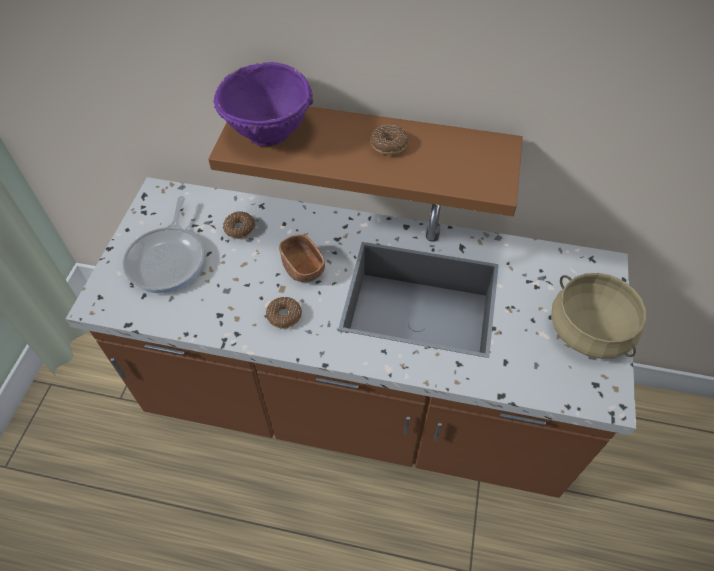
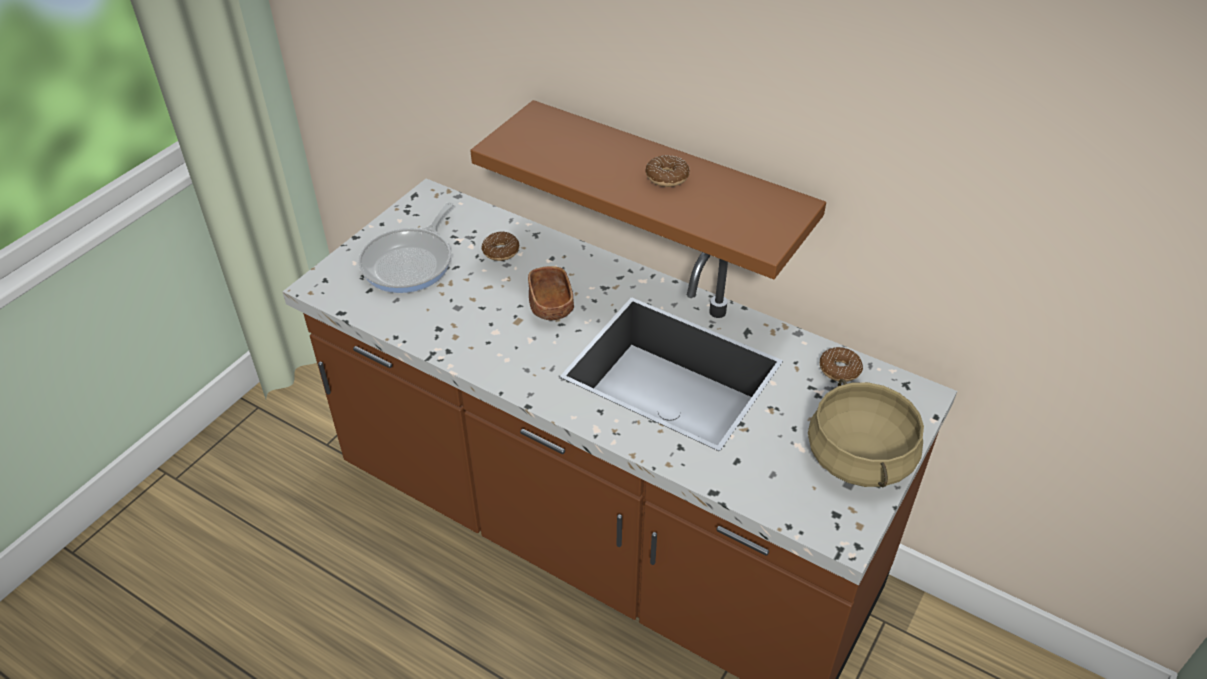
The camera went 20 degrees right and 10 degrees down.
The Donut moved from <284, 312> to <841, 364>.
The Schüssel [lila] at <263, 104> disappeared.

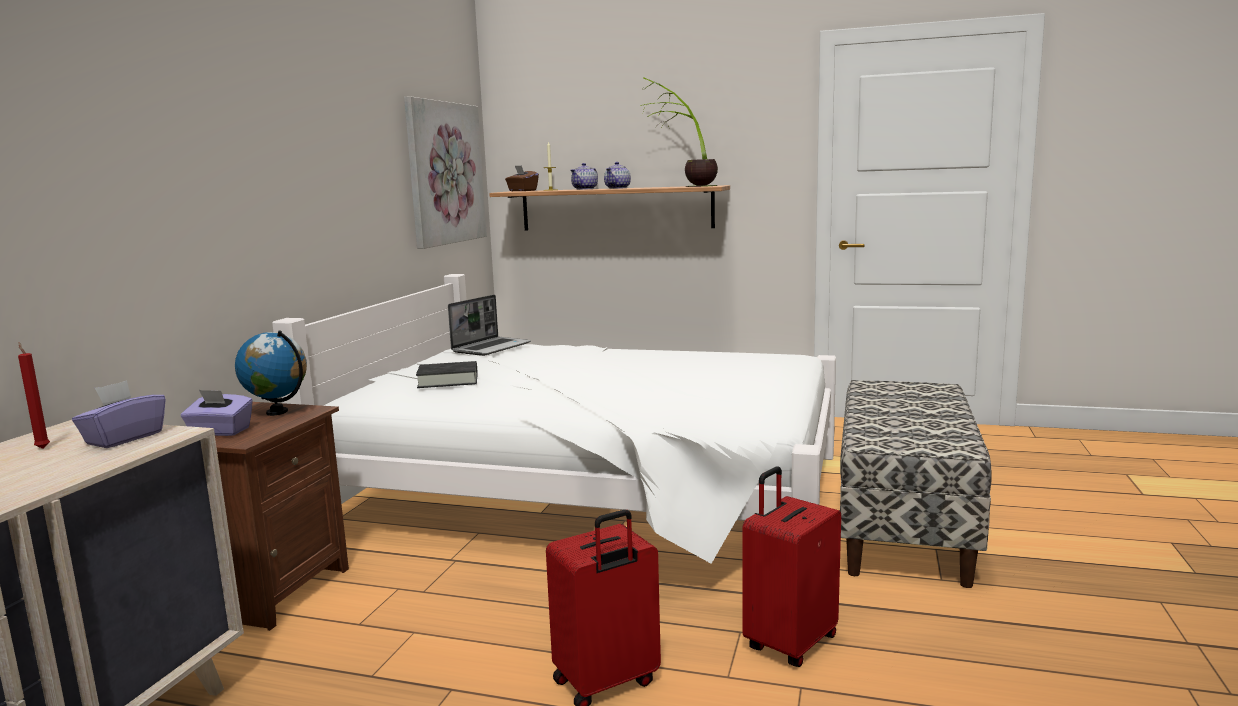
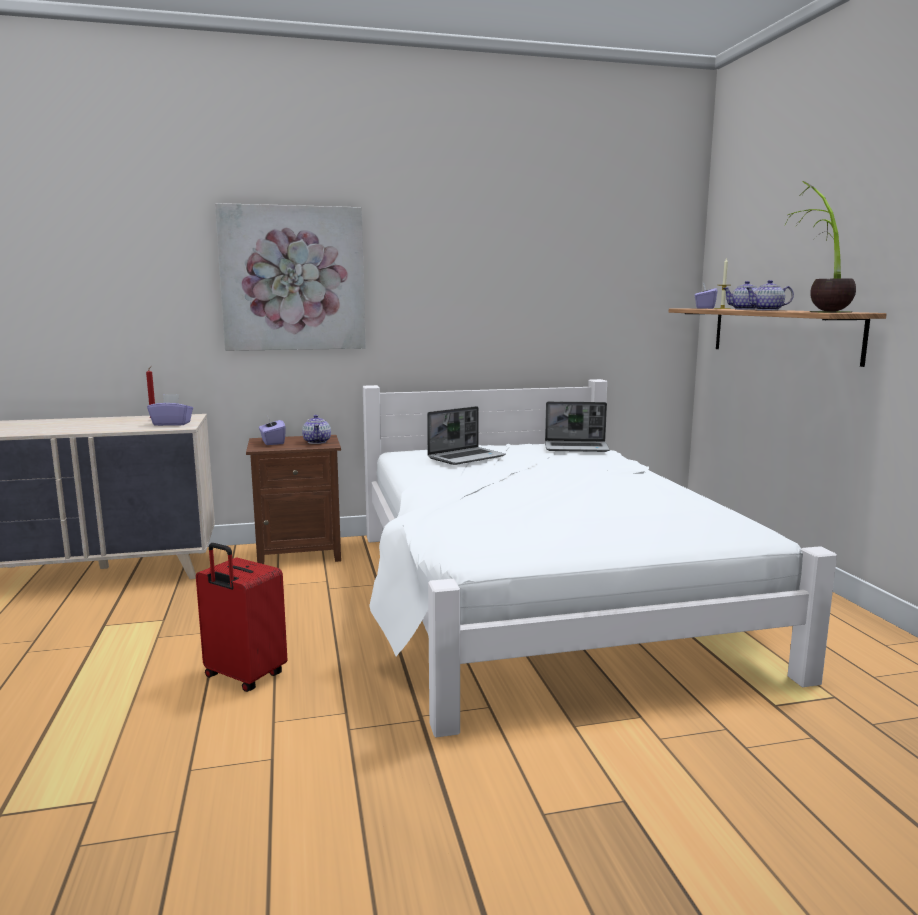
The camera went 60 degrees right and 0 degrees up.
The Bild moved from <445, 172> to <290, 277>.
The Globus at <271, 373> was replaced by the Teekanne at <316, 429>.
The Buch [schwarz] at <447, 374> was replaced by the Laptop at <466, 435>.
The Taschentuchbox [braun] at <522, 178> became the Taschentuchbox [lila] at <706, 295>.
The Koffer [rot] at <791, 566> disappeared.
The Bank at <916, 484> disappeared.

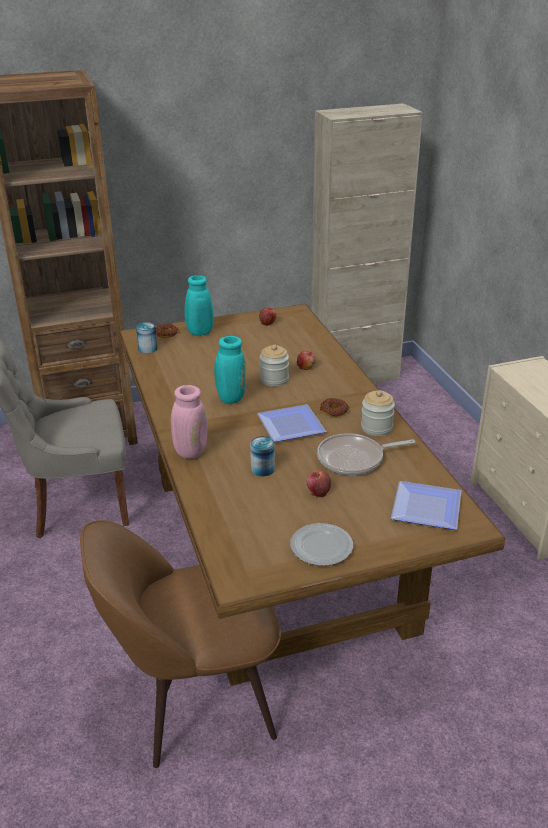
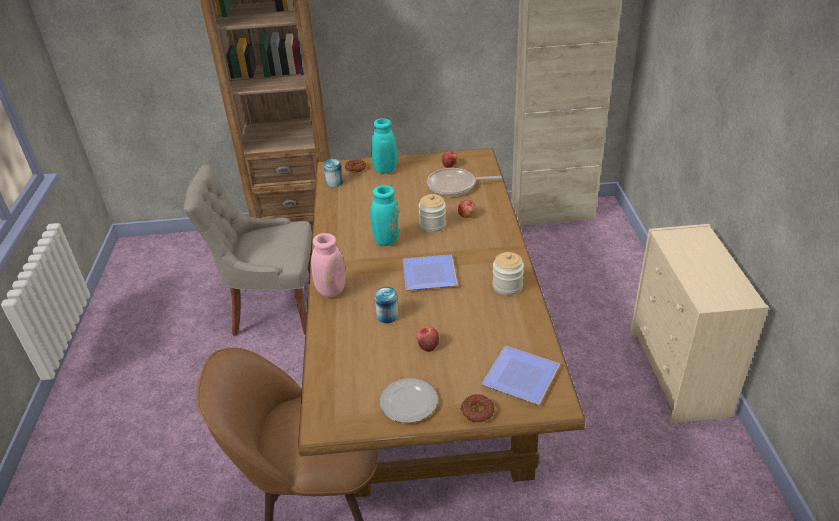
The camera went 15 degrees right and 5 degrees up.
The Pfanne moved from <366, 454> to <464, 182>.
The Donut moved from <334, 407> to <478, 408>.

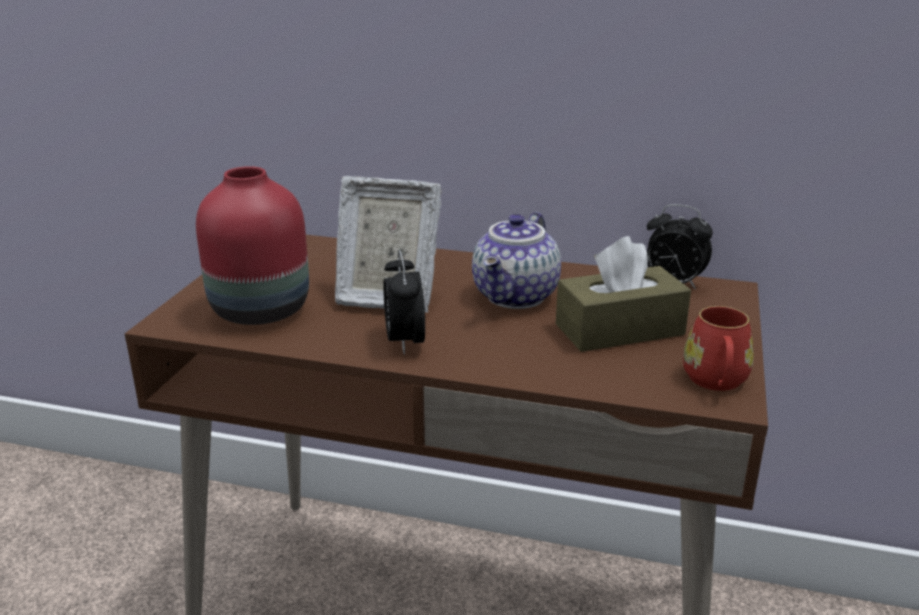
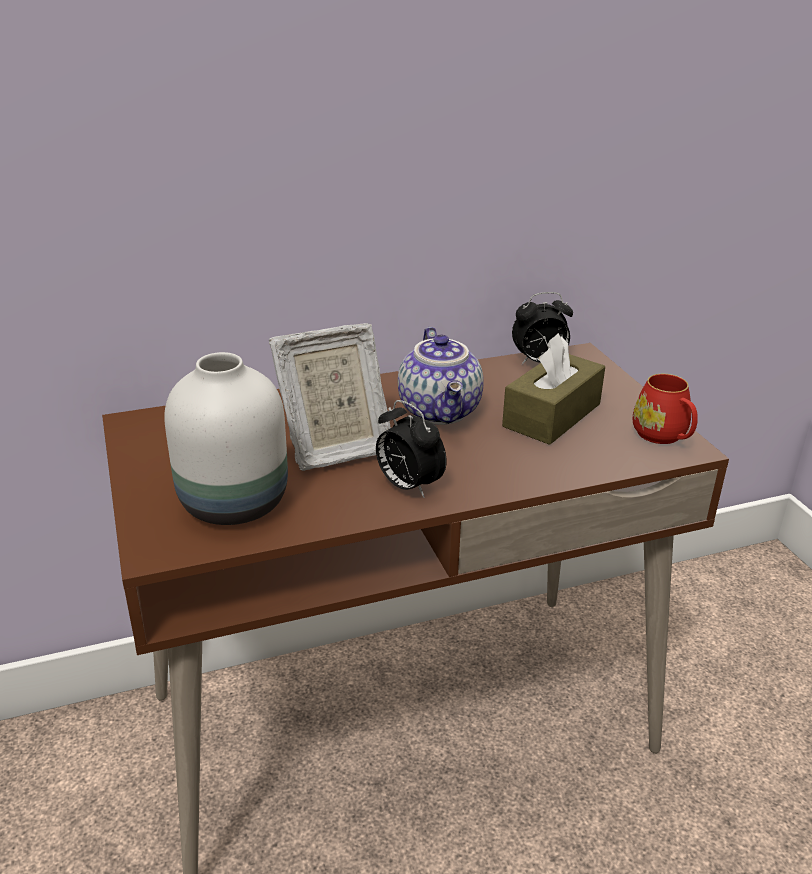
The camera went 35 degrees left and 5 degrees up.
The Vase [rot] at <252, 245> became the Vase [weiß] at <226, 438>.

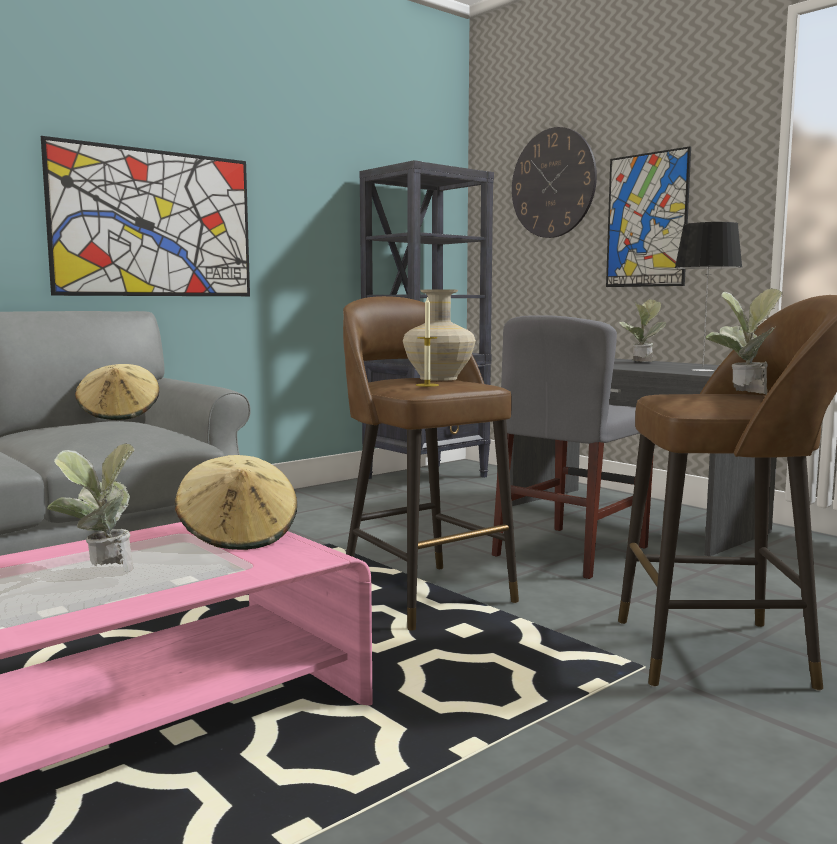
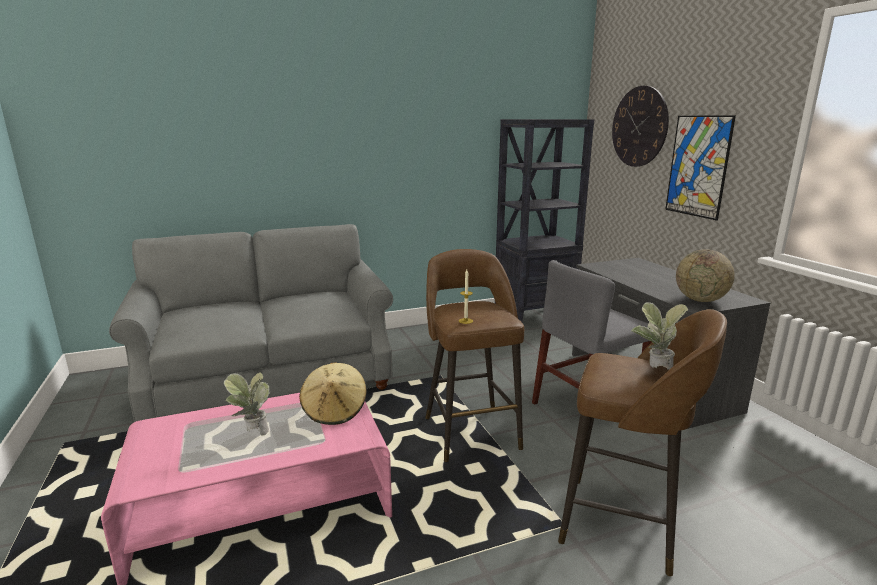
The camera went 20 degrees right and 10 degrees up.
The Tischlampe at <708, 296> was replaced by the Globus at <705, 275>.
The Bild at <145, 216> disappeared.
The Hut [beige] at <117, 392> disappeared.
The Vase [beige] at <439, 335> disappeared.
The Topfpflanze at <642, 330> disappeared.

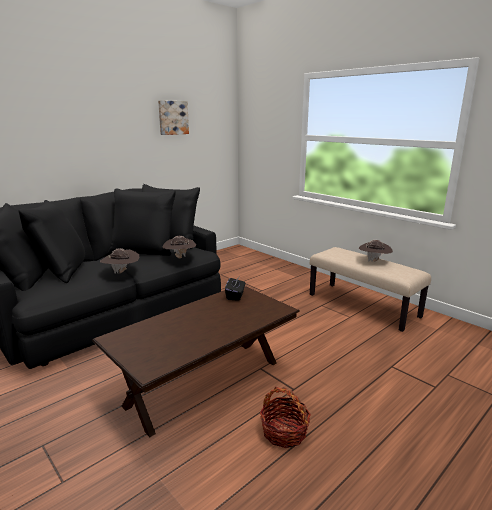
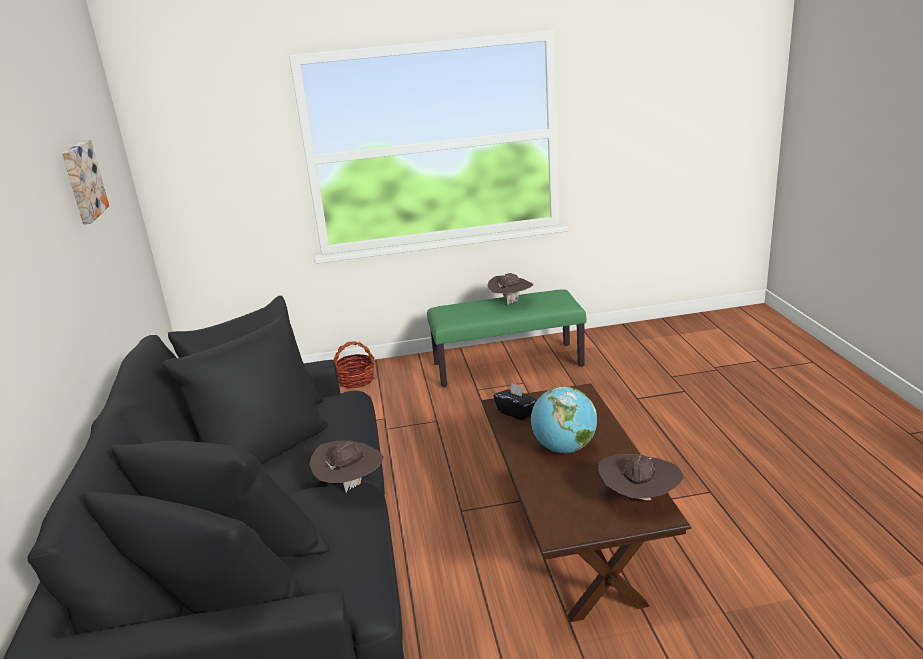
The camera went 55 degrees left and 5 degrees up.
The Korb moved from <285, 417> to <354, 364>.
The Bank [beige] at <370, 289> became the Bank [grün] at <506, 338>.
The Globus at <564, 420> appeared.
The Hut [braun] moved from <179, 247> to <641, 477>.

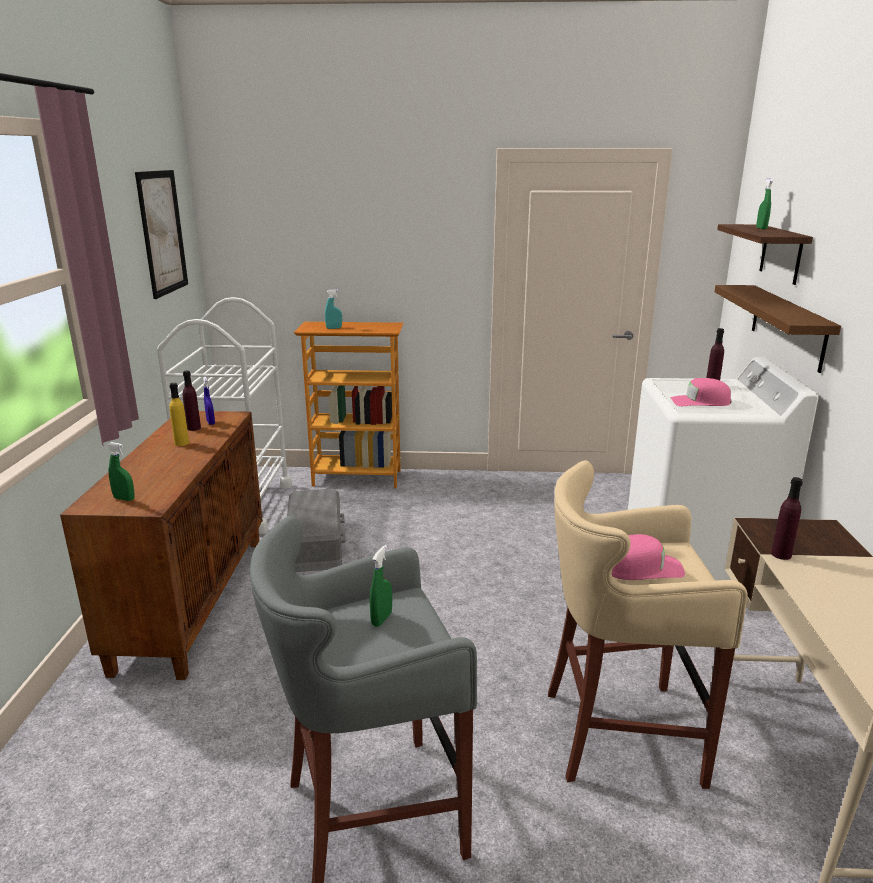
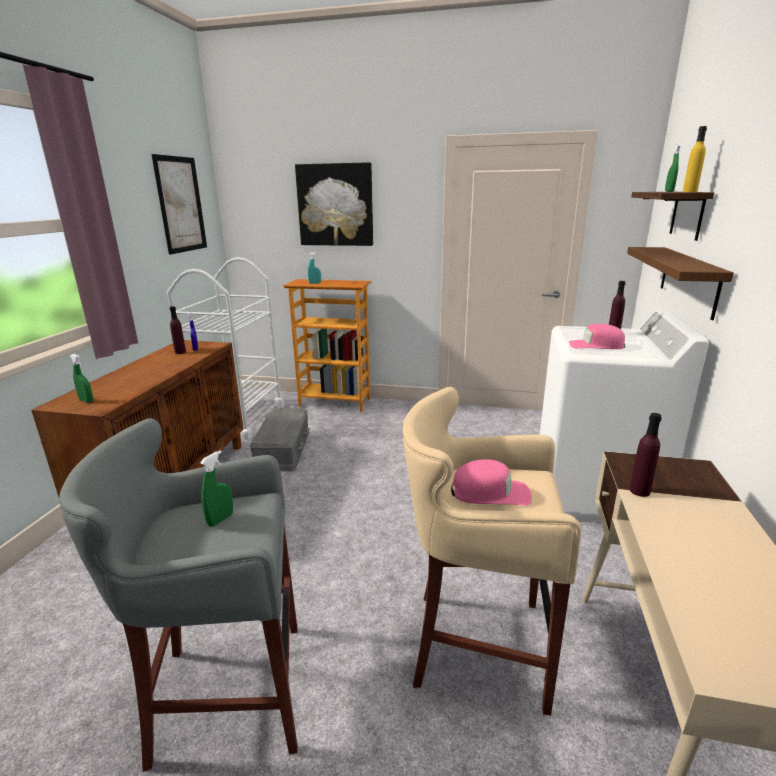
The camera went 10 degrees right and 0 degrees up.
The Bild at <334, 204> appeared.
The Flasche [gelb] moved from <179, 414> to <695, 159>.

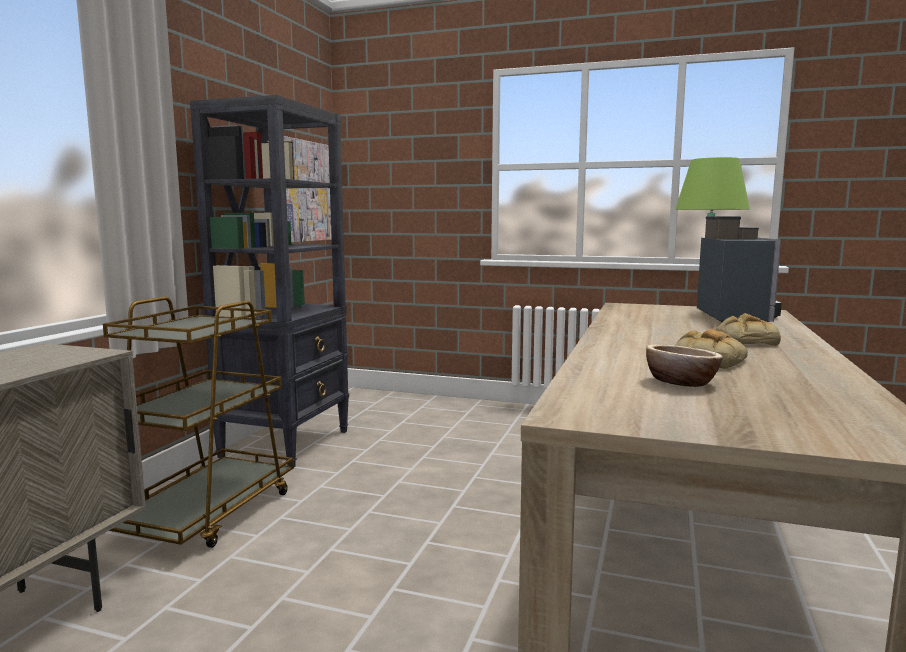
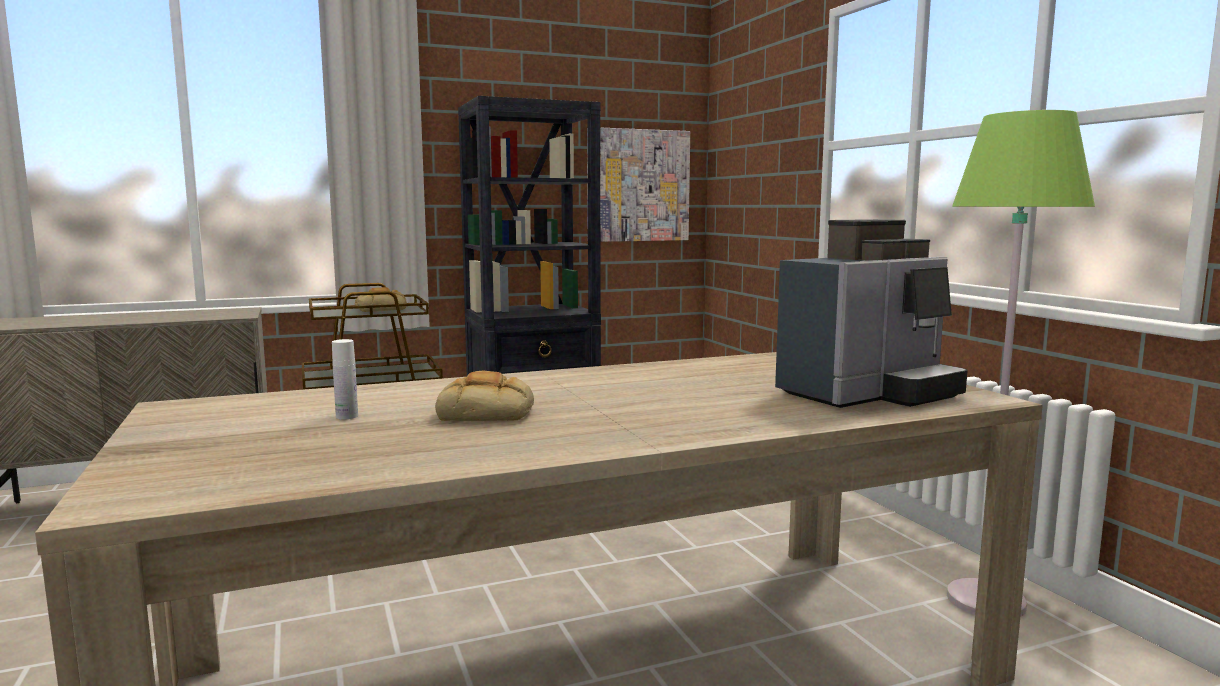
The camera went 50 degrees right and 0 degrees up.
The Schüssel at <684, 365> was replaced by the Flasche [weiß] at <345, 379>.
The Brot moved from <748, 329> to <381, 299>.

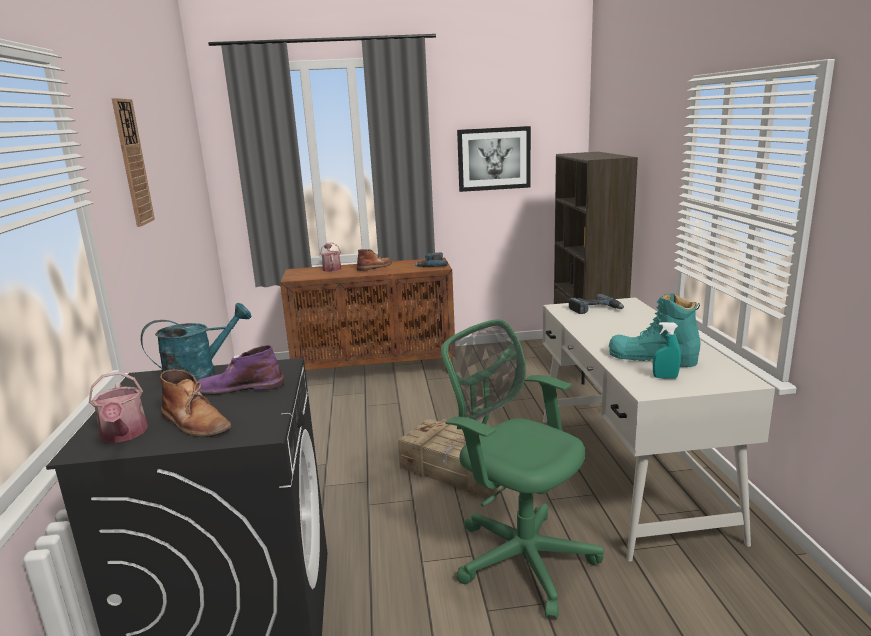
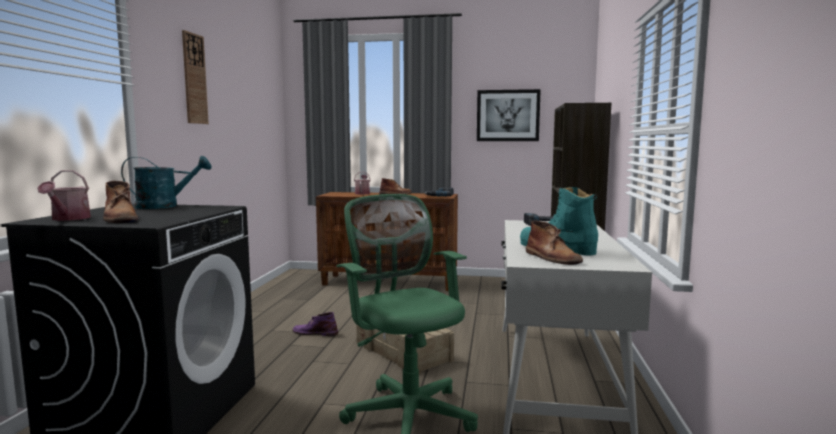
The camera went 15 degrees right and 10 degrees down.
The Stiefel [lila] moved from <240, 370> to <315, 324>.
The Sprühflasche [türkis] at <667, 350> was replaced by the Stiefel [braun] at <554, 243>.

